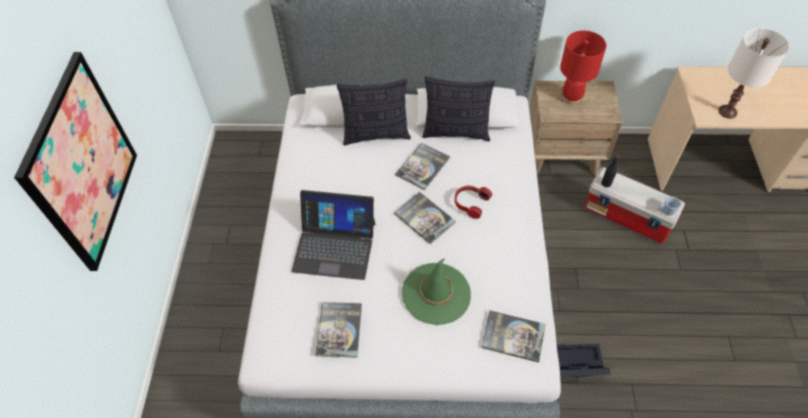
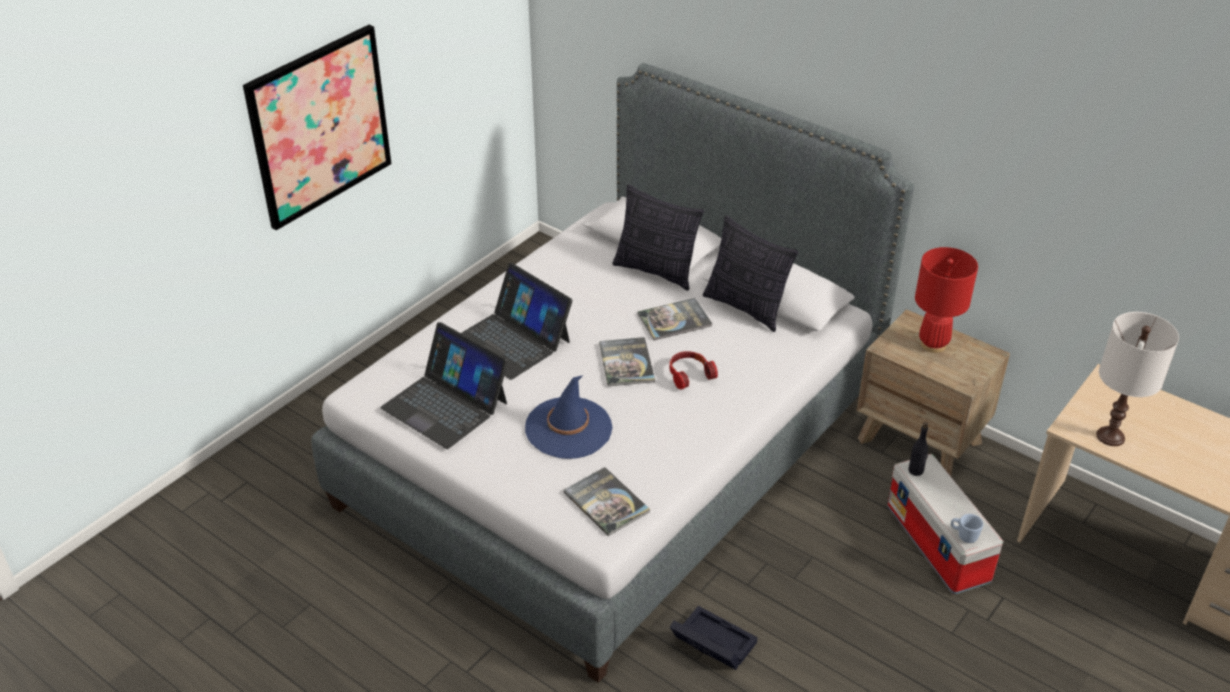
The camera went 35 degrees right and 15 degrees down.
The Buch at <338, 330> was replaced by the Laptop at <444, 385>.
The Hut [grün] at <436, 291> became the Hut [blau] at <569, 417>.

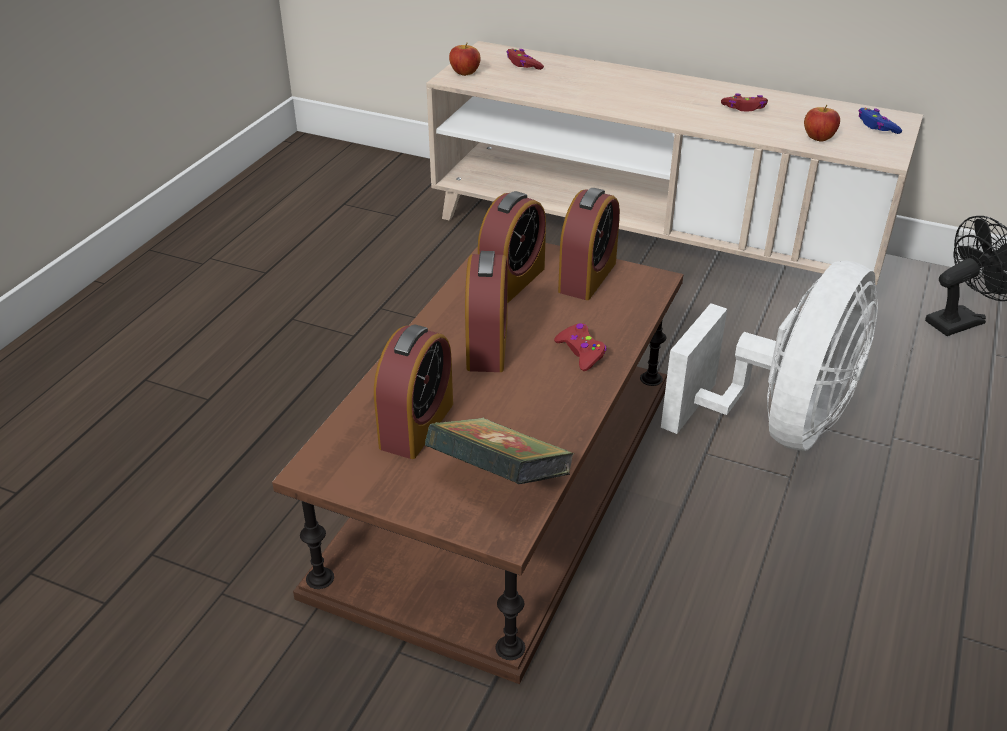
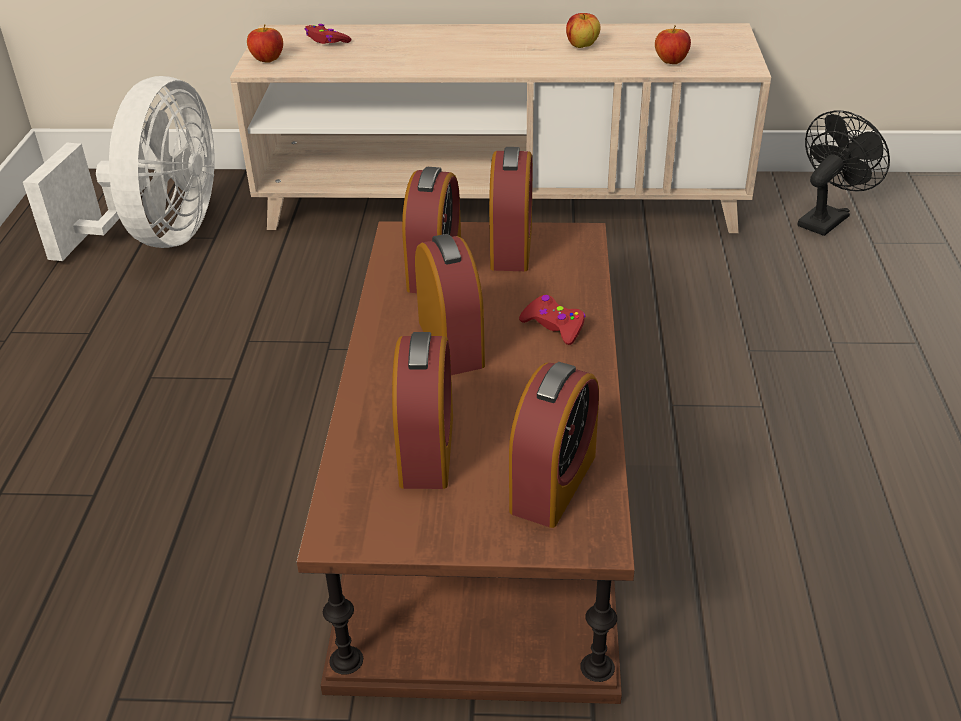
The camera went 20 degrees left and 0 degrees up.
The Ventilator [weiß] moved from <769, 356> to <119, 168>.
The Buch at <499, 451> was replaced by the Wecker at <554, 445>.
The Gamepad [rot] at <744, 102> was replaced by the Apfel at <583, 30>.
The Gamepad [blau] at <880, 121> disappeared.

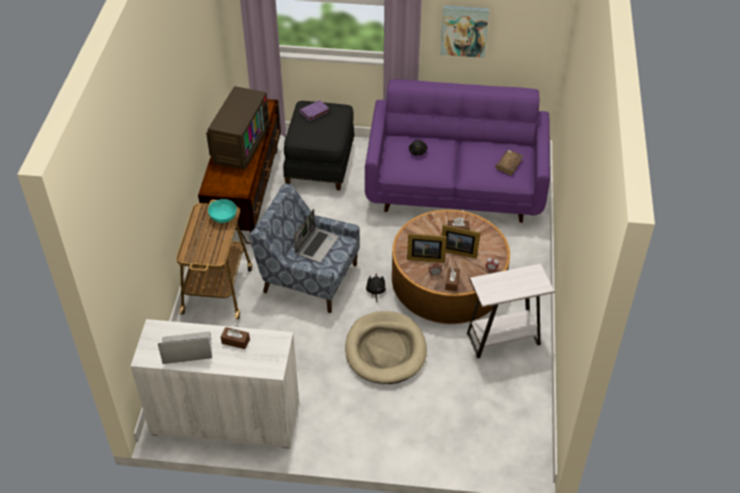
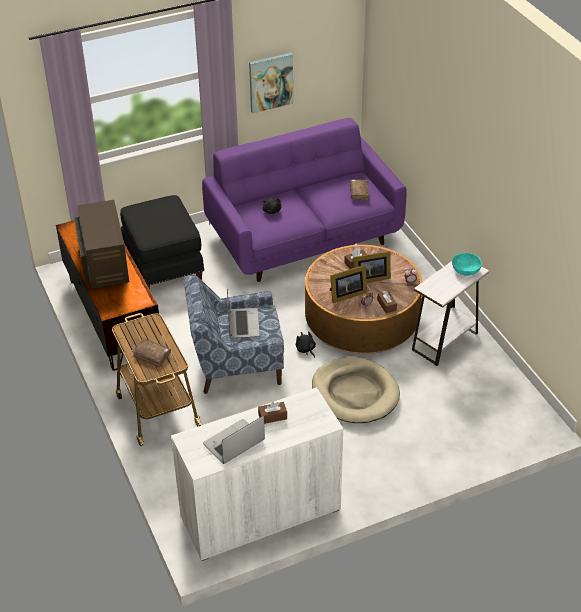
The camera went 30 degrees left and 5 degrees down.
The Buch [braun] at <151, 352> appeared.
The Schüssel [türkis] moved from <222, 211> to <467, 264>.
The Buch [lila] at <314, 110> disappeared.

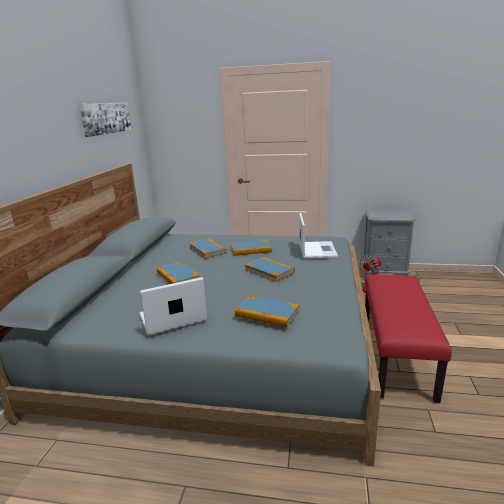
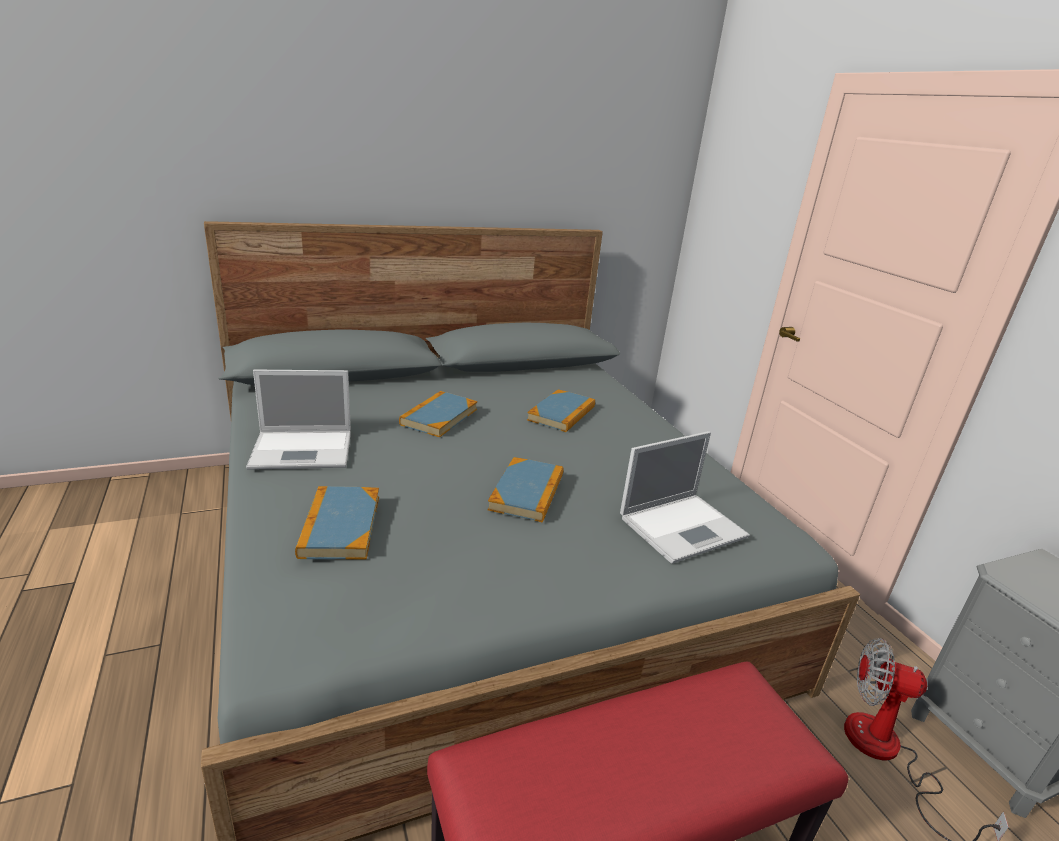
The camera went 55 degrees right and 5 degrees up.
The Laptop at <173, 306> turned 135 degrees clockwise.
The Bild at <105, 120> disappeared.
The Buch at <251, 248> disappeared.

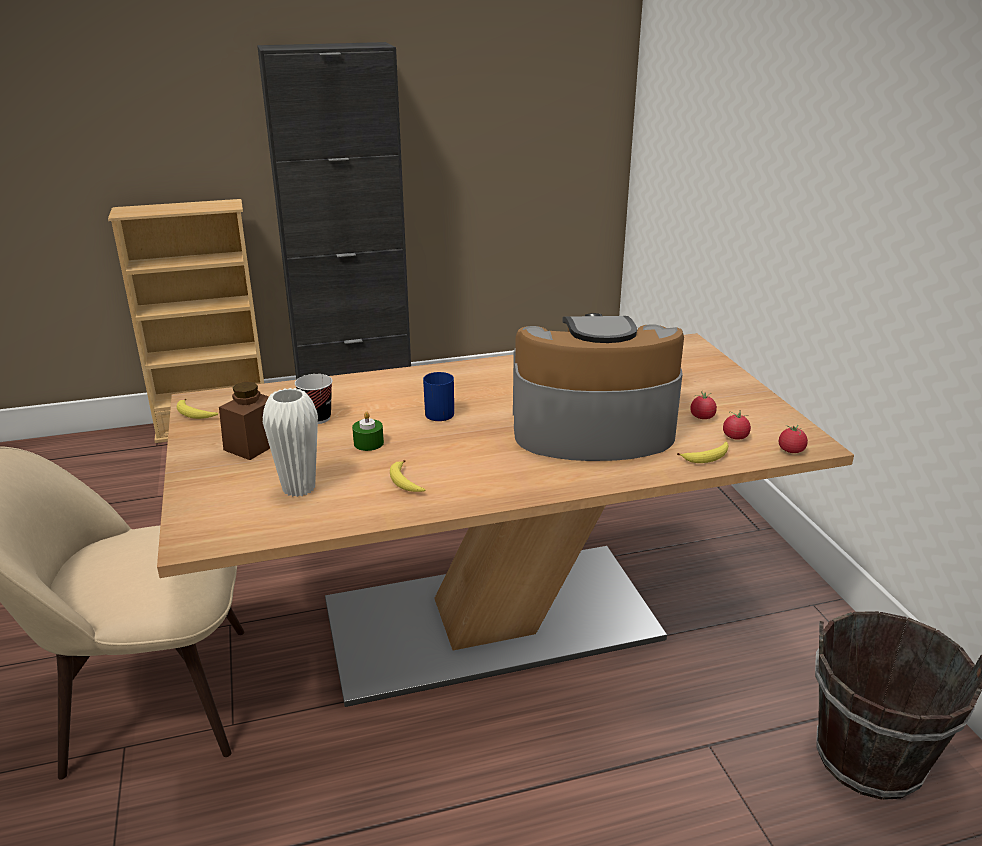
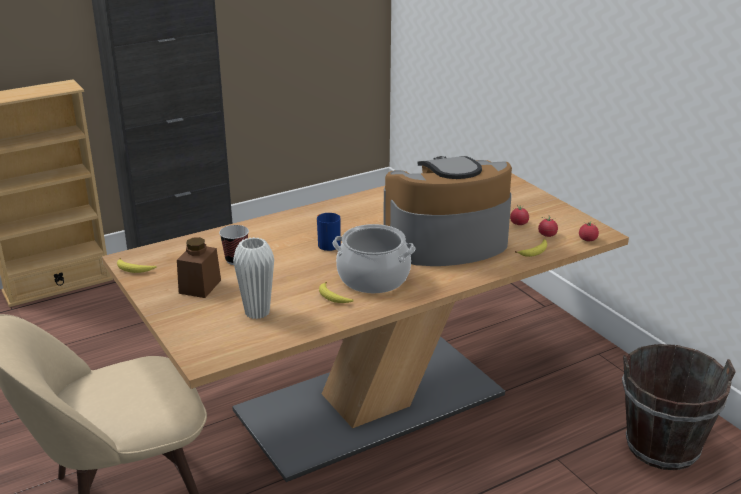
The camera went 15 degrees left and 0 degrees up.
The Kochtopf at <374, 258> appeared.
The Kerze [grün] at <368, 431> disappeared.

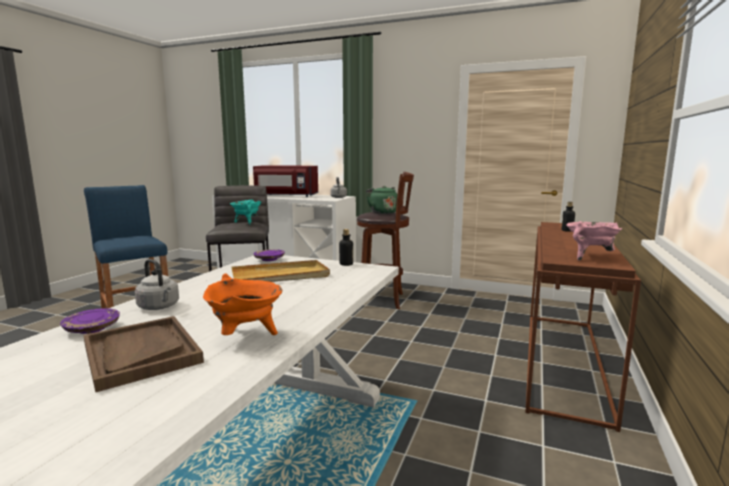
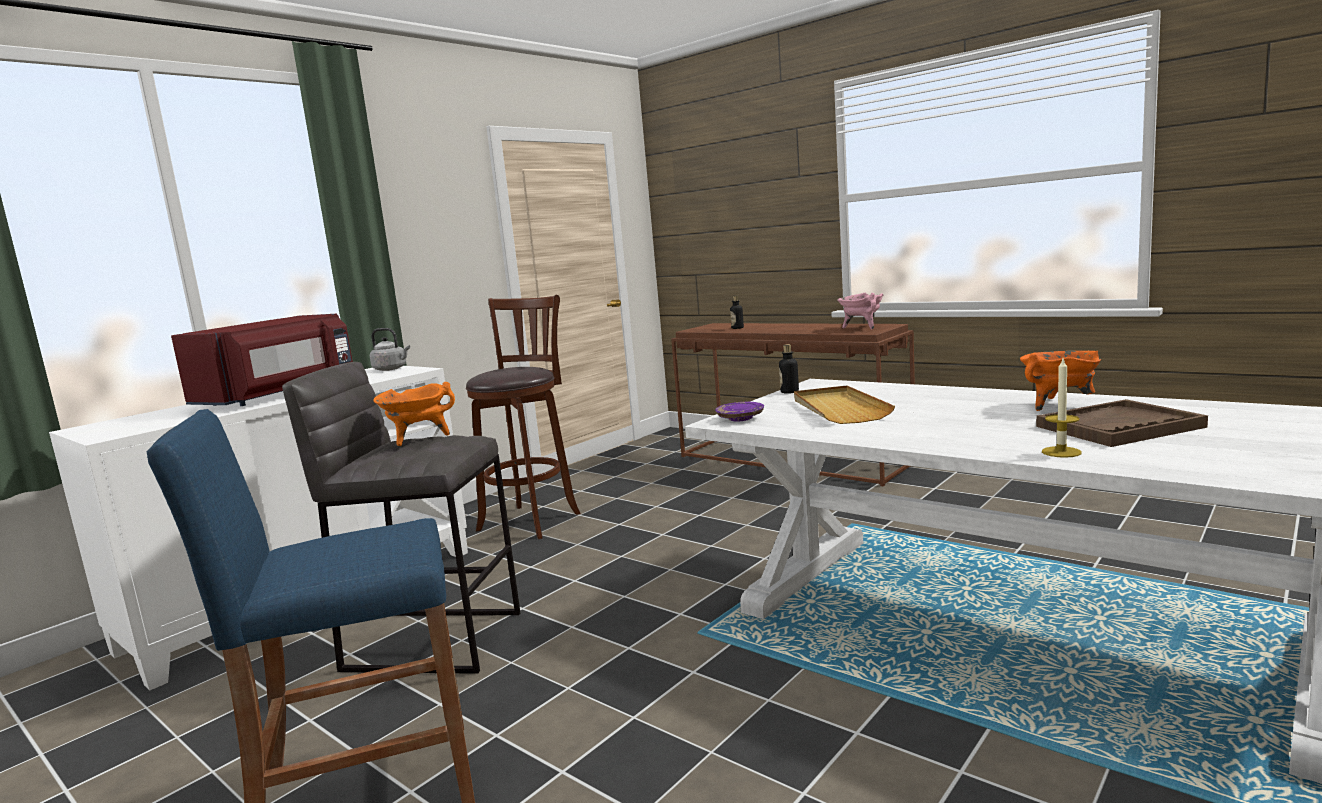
The camera went 70 degrees left and 0 degrees up.
The Kochtopf [türkis] at <245, 212> became the Kochtopf [orange] at <414, 414>.
The Teller [lila] at <90, 321> was replaced by the Kerze at <1062, 408>.
The Wasserkessel [grau] at <157, 284> disappeared.
The Wasserkessel [grün] at <381, 200> disappeared.

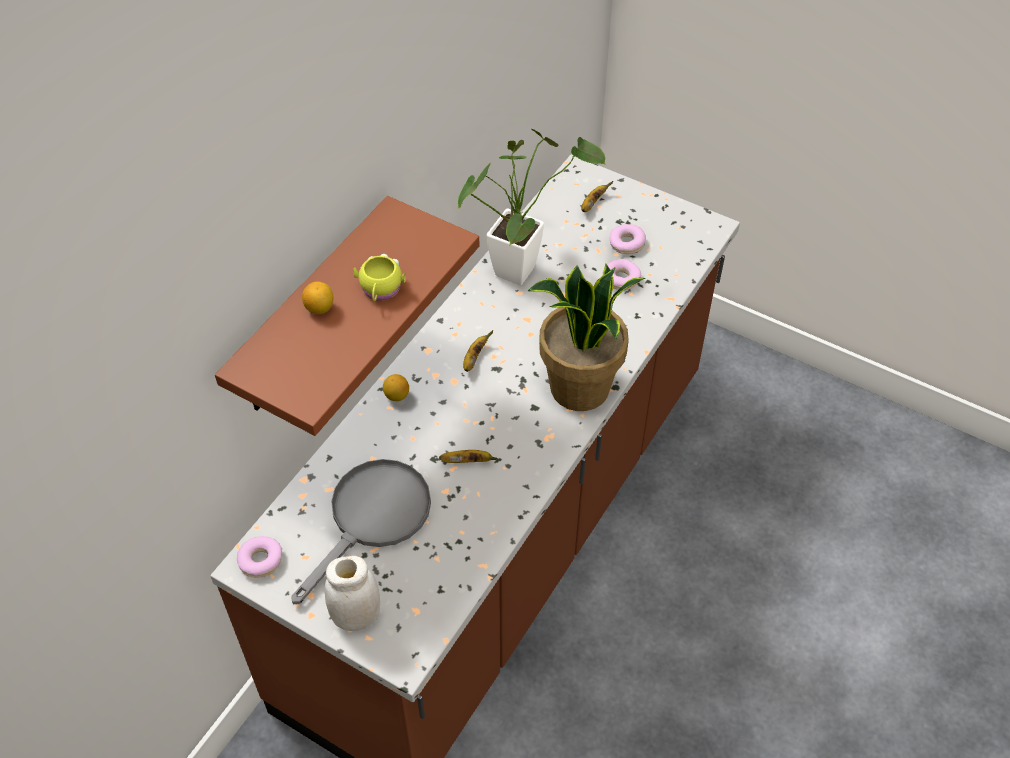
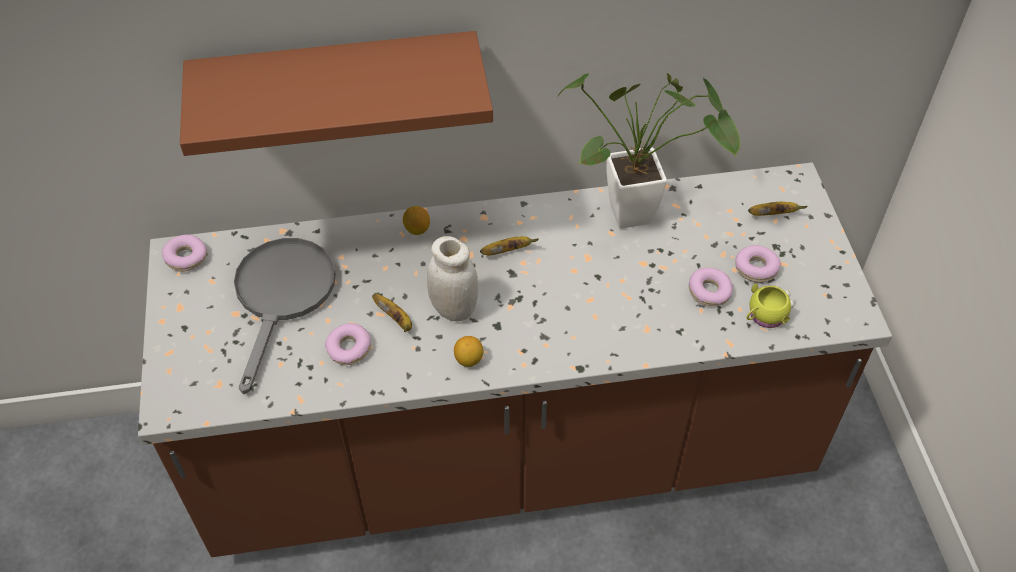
The camera went 50 degrees right and 0 degrees up.
The Pfanne [grau] at <361, 531> turned 75 degrees counterclockwise.
The Donut at <348, 344> appeared.
The Vorratsglas [weiß] moved from <352, 593> to <452, 279>.
The Zitrone moved from <317, 297> to <468, 351>.
The Henkelbecher [gelb] moved from <379, 277> to <770, 306>.
The Topfpflanze at <586, 337> disappeared.

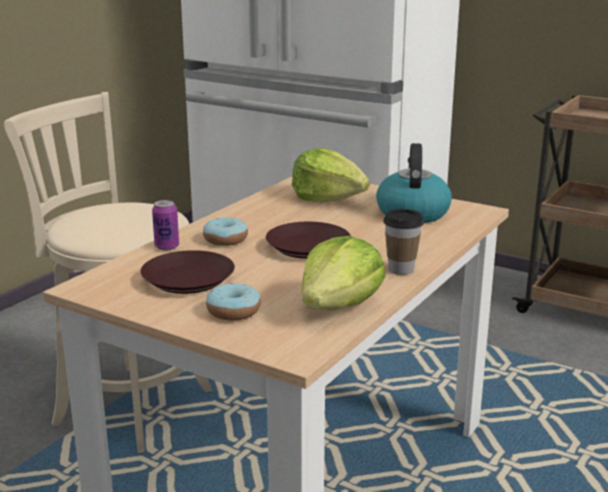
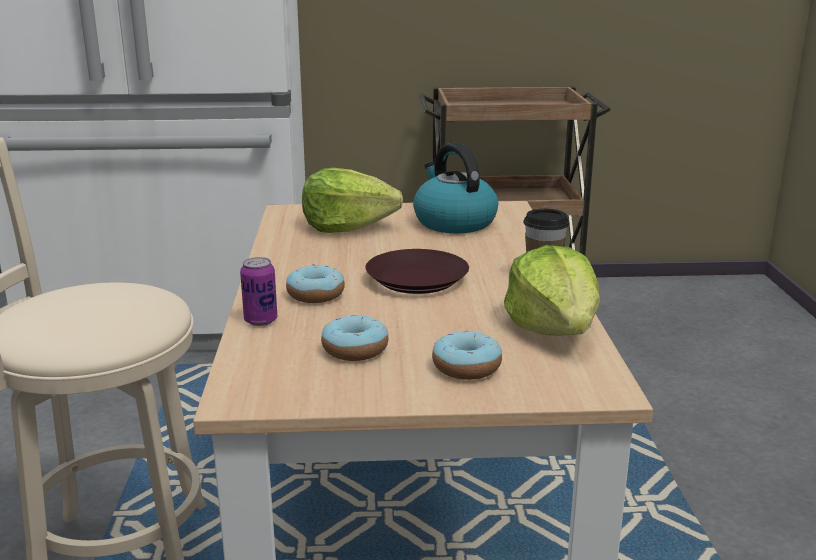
The camera went 35 degrees left and 0 degrees up.
The Teller [braun] at <188, 272> was replaced by the Donut at <354, 338>.

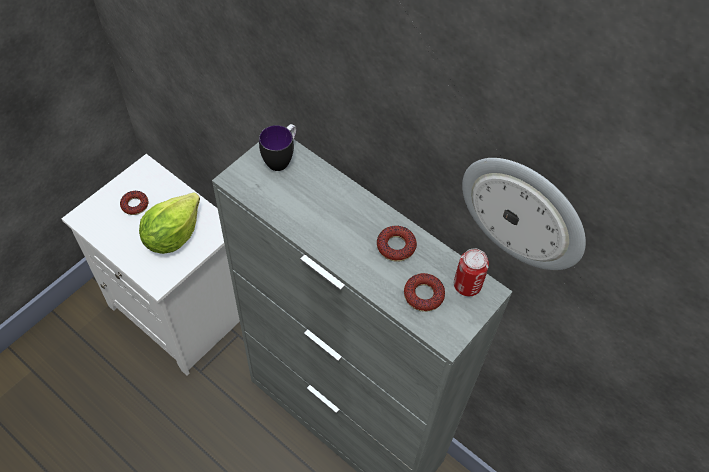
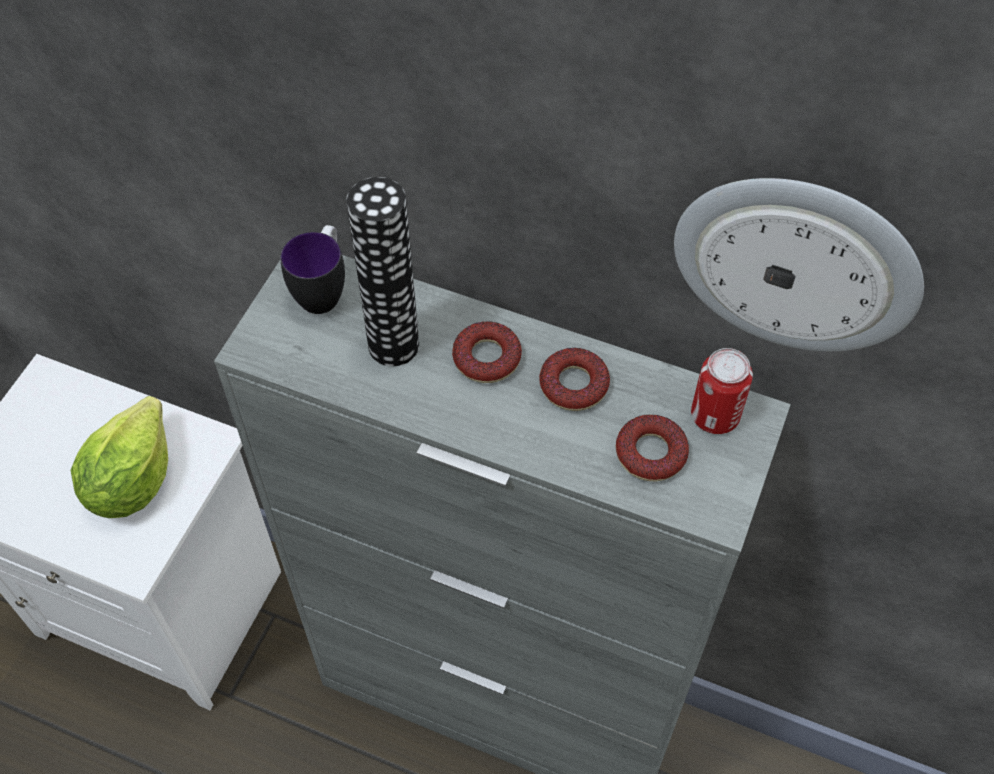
The camera went 15 degrees left and 0 degrees up.
The Vase at <382, 271> appeared.
The Donut moved from <134, 203> to <487, 352>.

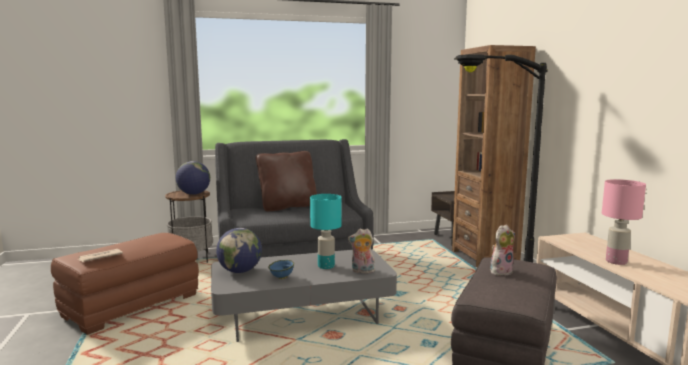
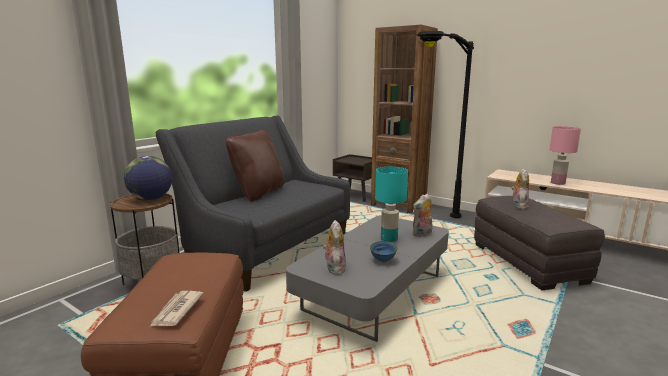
The camera went 40 degrees left and 5 degrees up.
The Globus at <239, 250> was replaced by the Plüschtier at <334, 247>.

